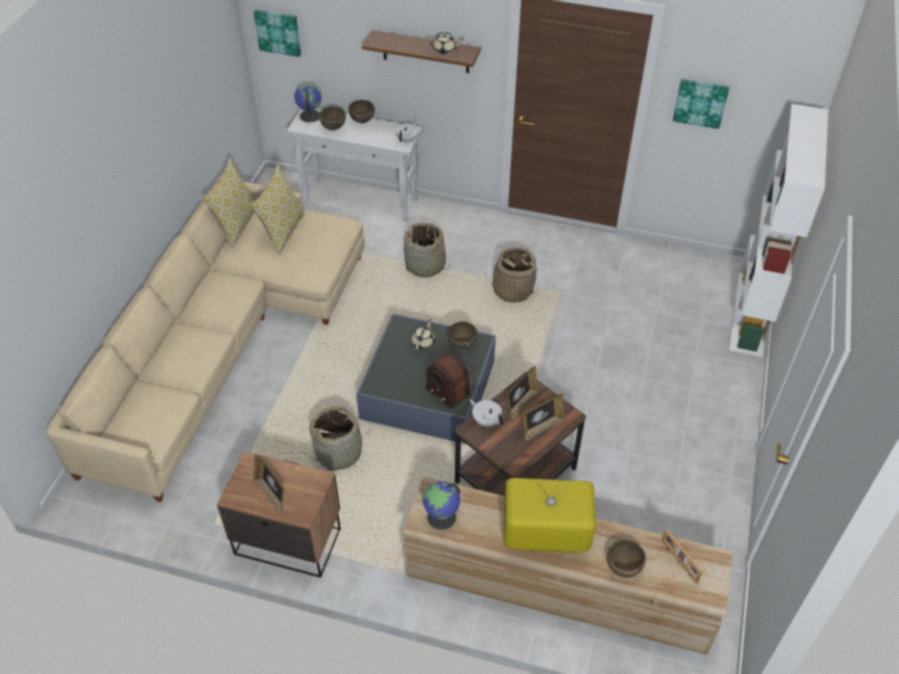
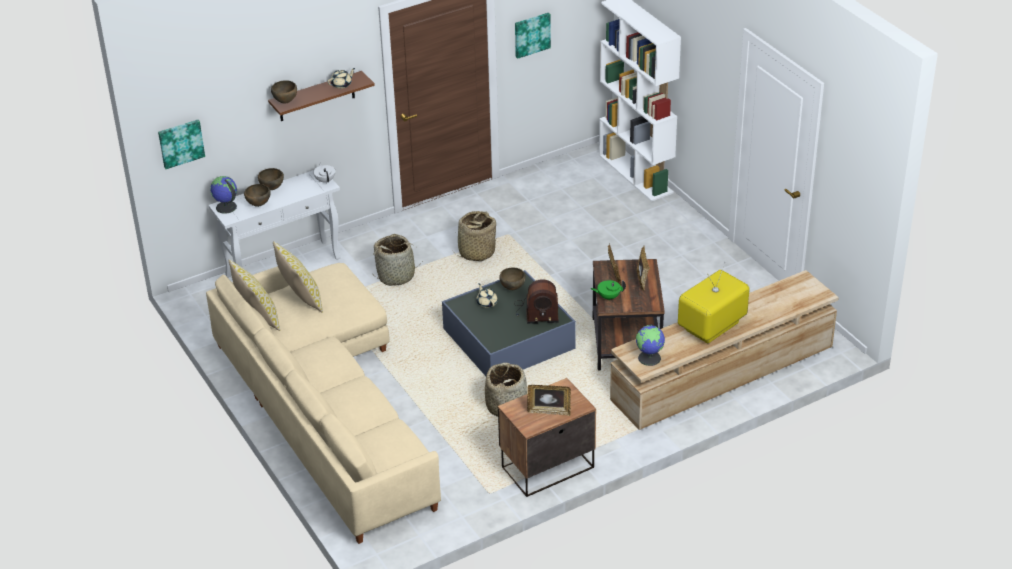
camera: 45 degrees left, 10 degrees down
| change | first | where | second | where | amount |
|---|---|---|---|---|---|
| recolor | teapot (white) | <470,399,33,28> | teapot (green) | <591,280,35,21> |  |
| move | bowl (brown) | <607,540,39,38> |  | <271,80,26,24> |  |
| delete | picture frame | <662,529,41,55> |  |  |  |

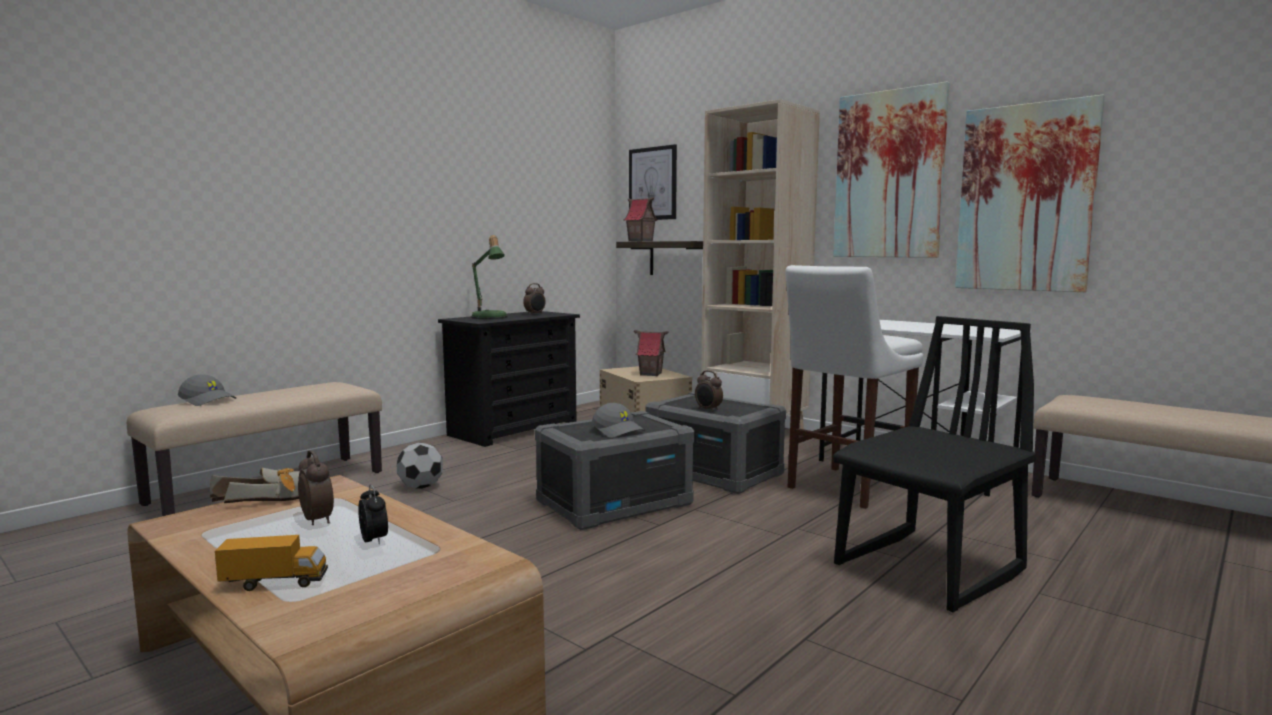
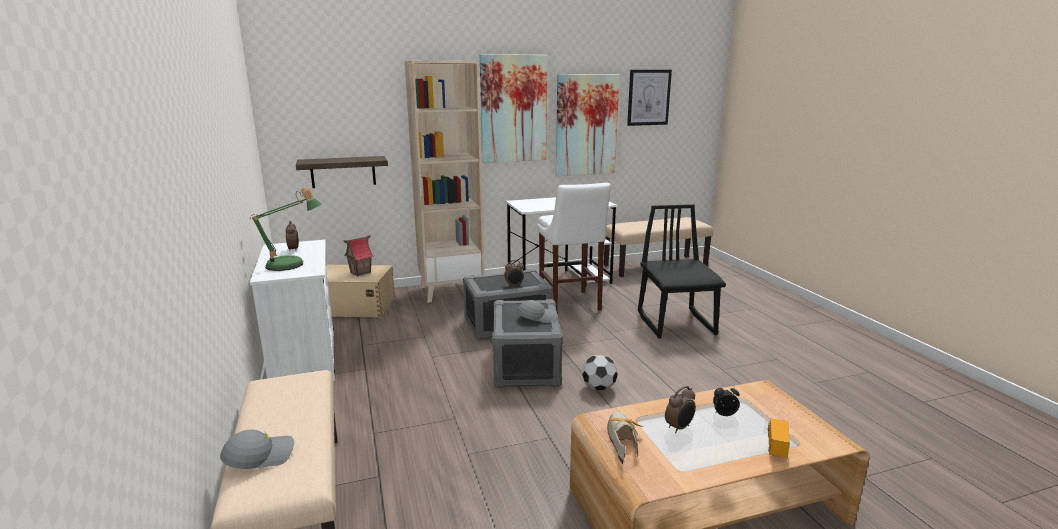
camera: 60 degrees left, 10 degrees up
| change | first | where | second | where | amount |
|---|---|---|---|---|---|
| rotate | alarm clock | <298,450,36,75> |  | <665,386,31,47> | 150 degrees clockwise |
| move | football | <396,442,47,47> |  | <582,355,36,36> |  |
| recolor | dresser (black) | <438,311,142,136> | dresser (white) | <250,240,85,141> |  |
| delete | toy house | <624,197,34,45> |  |  |  |
| move | picture | <629,144,48,76> |  | <627,70,45,56> |  |

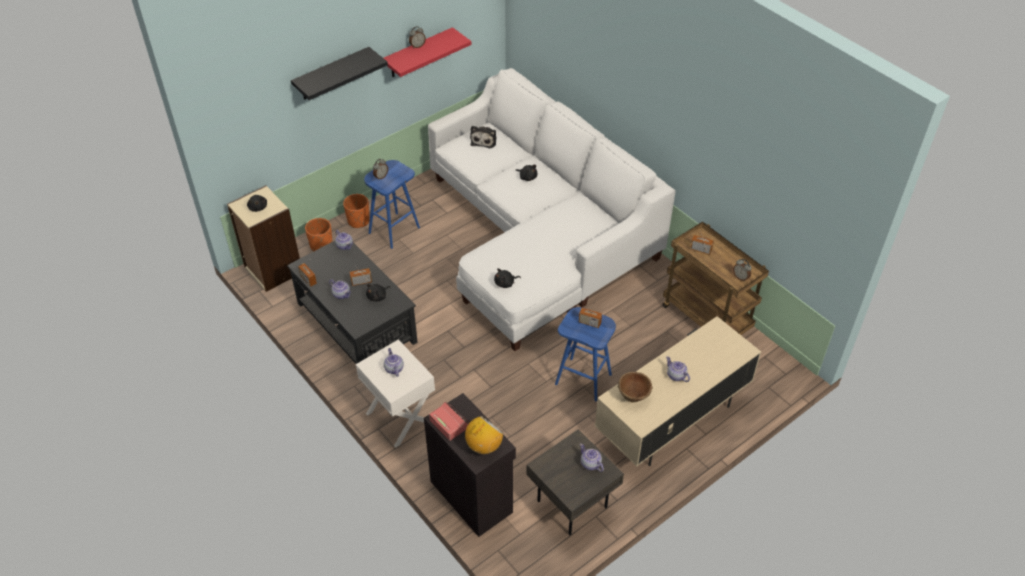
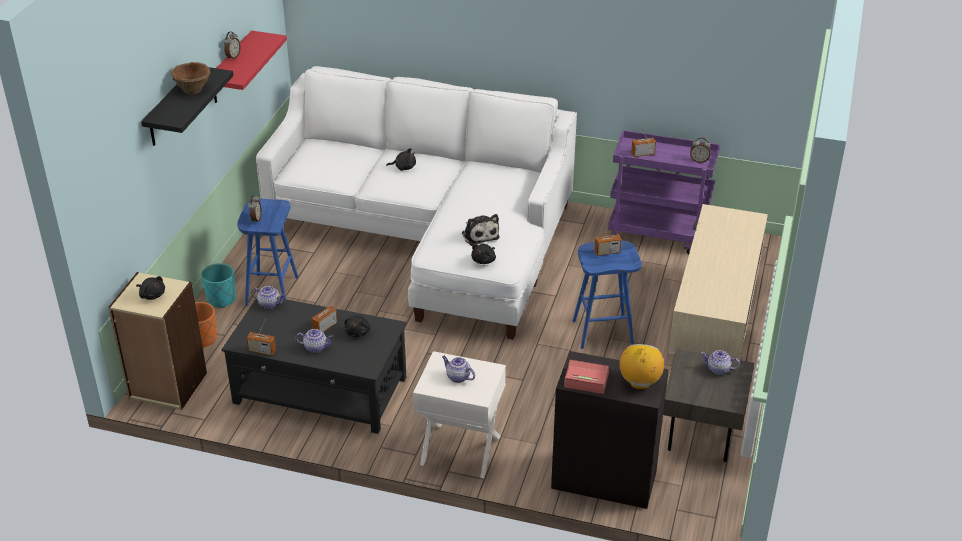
camera: 35 degrees left, 10 degrees down
| change | first | where | second | where | amount |
|---|---|---|---|---|---|
| recolor | planter (orange) | <343,194,27,34> | planter (turquoise) | <201,263,35,45> |  |
| move | plush toy | <470,126,26,23> |  | <462,214,37,32> |  |
| move | bowl (brown) | <617,372,36,31> |  | <171,62,39,32> |  |
| recolor | cart (brown) | <662,222,107,113> | cart (purple) | <608,130,112,124> |  |
| delete | teapot | <666,356,24,26> |  |  |  |

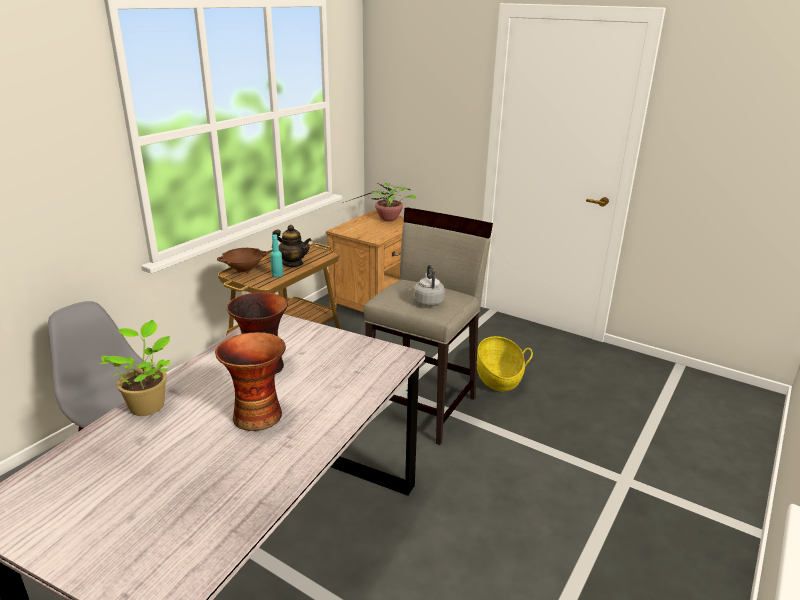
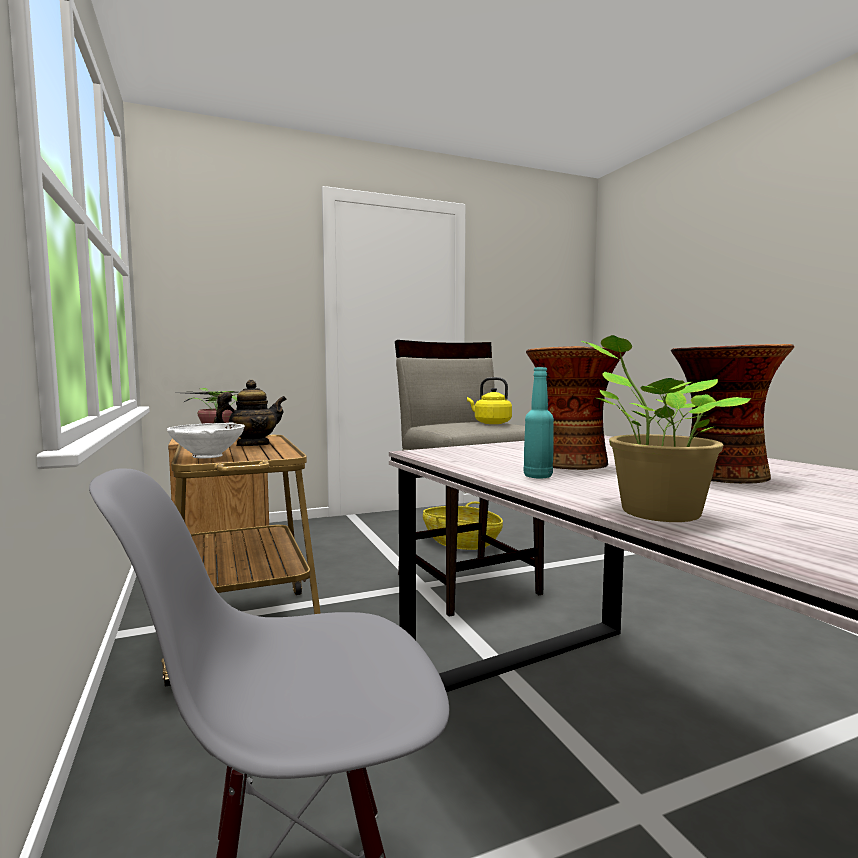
camera: 55 degrees left, 20 degrees down
| change | first | where | second | where | amount |
|---|---|---|---|---|---|
| recolor | bowl (brown) | <217,248,51,25> | bowl (white) | <167,423,78,35> |  |
| move | bottle (turquoise) | <270,234,13,44> |  | <524,367,30,112> |  |
| recolor | kettle (grey) | <413,265,32,41> | kettle (yellow) | <467,377,45,47> |  |

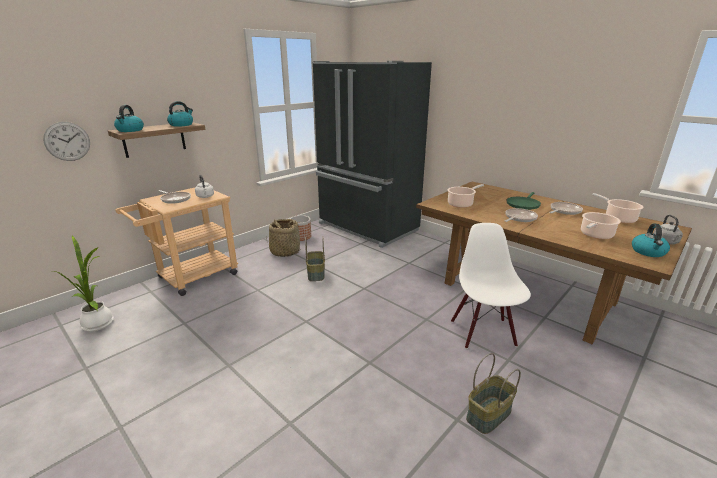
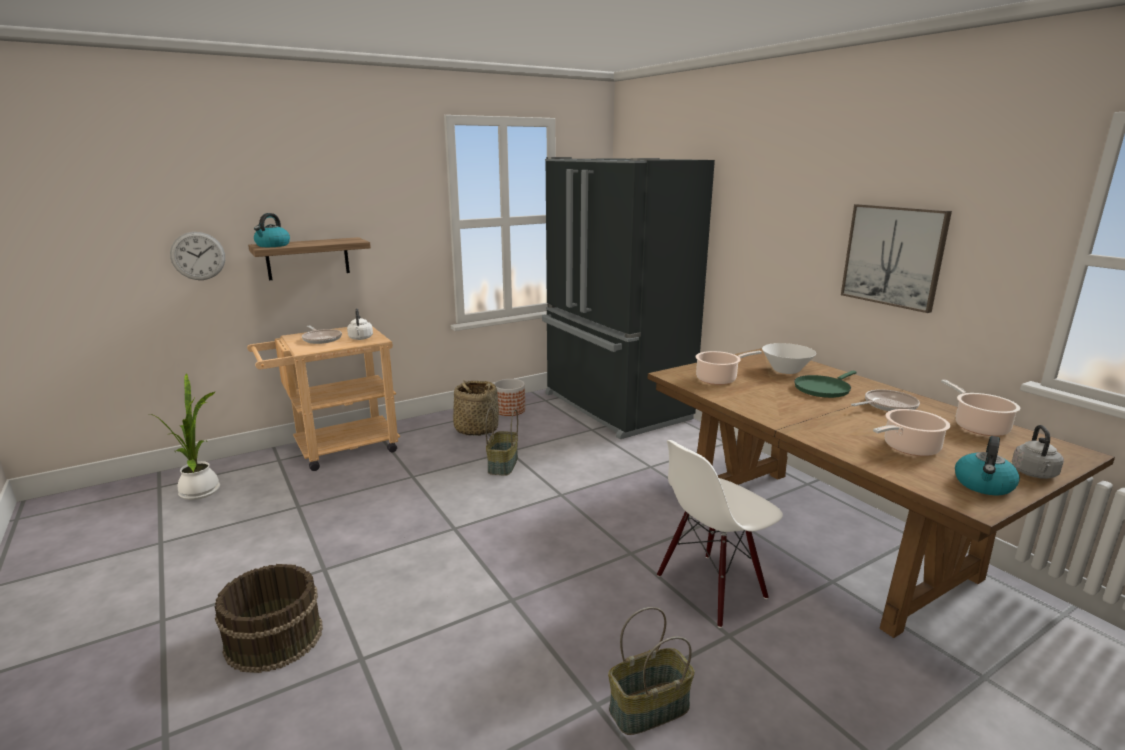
camera: 15 degrees right, 5 degrees down
| change | first | where | second | where | amount |
|---|---|---|---|---|---|
| delete | kettle | <167,101,26,26> |  |  |  |
| rotate | chair (white) | <451,223,80,126> |  | <657,440,126,188> | 135 degrees counterclockwise |
| delete | frying pan | <505,208,33,14> |  |  |  |
| insert |  |  | bucket (brown) | <214,564,109,109> |  |
| insert |  |  | bowl (white) | <762,343,54,31> |  |
| insert |  |  | picture | <841,204,111,109> |  |

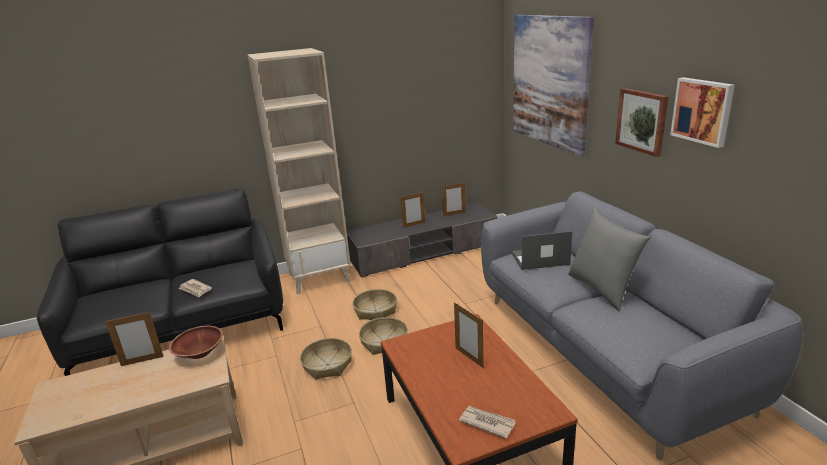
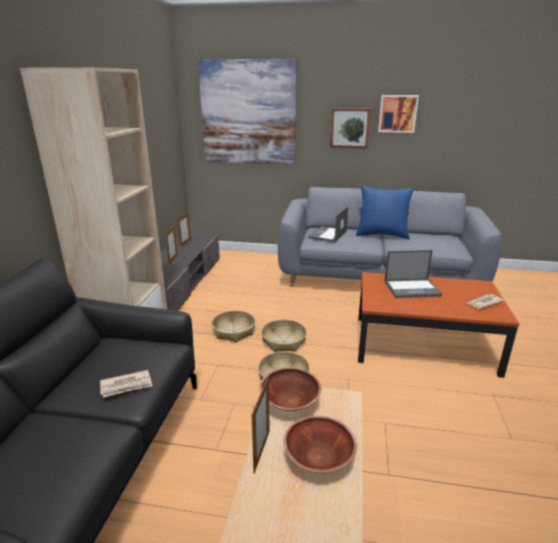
camera: 60 degrees left, 0 degrees up
| change | first | where | second | where | amount |
|---|---|---|---|---|---|
| replace | picture frame | <454,302,29,66> | laptop | <384,250,58,48> |  |
| recolor | pillow (grey) | <568,208,83,104> | pillow (blue) | <356,185,58,54> |  |
| insert |  |  | bowl (brown) | <284,416,73,57> |  |

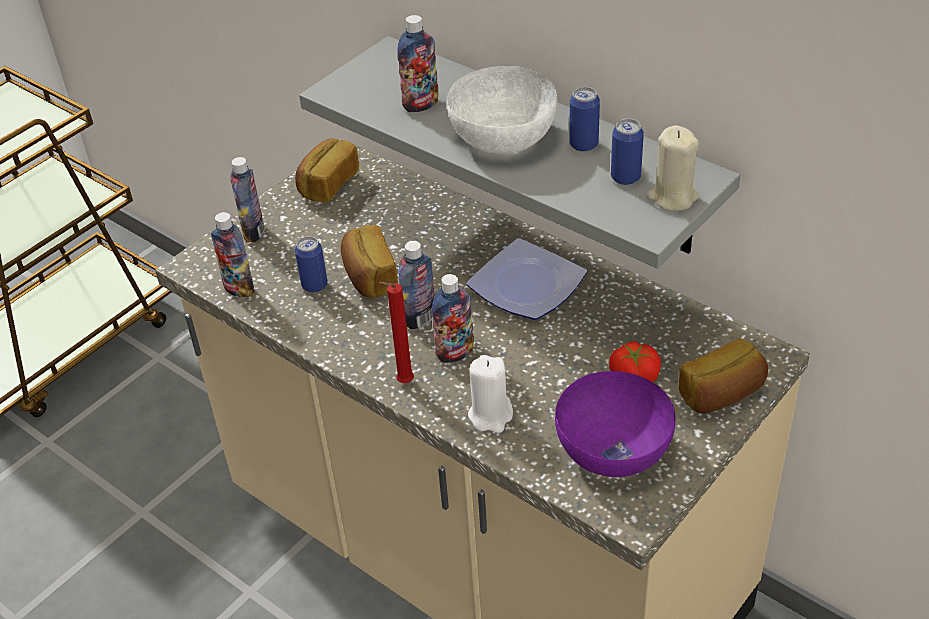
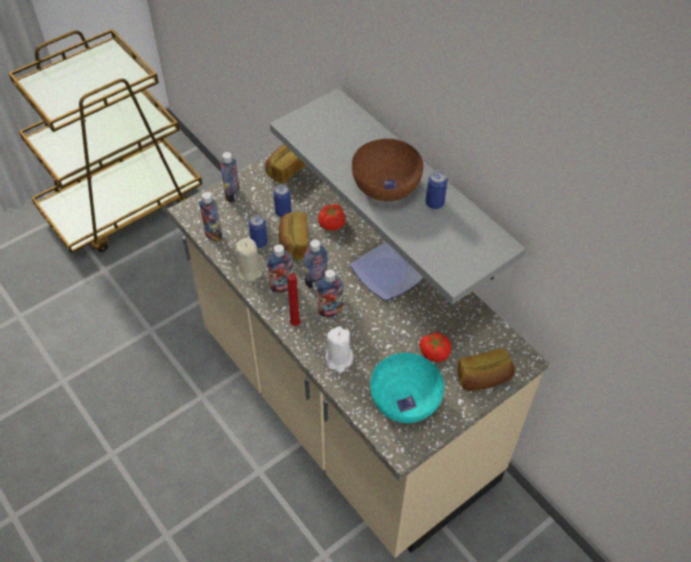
camera: 10 degrees right, 10 degrees up
| change | first | where | second | where | amount |
|---|---|---|---|---|---|
| move | bottle | <397,15,41,98> |  | <267,244,27,49> |  |
| recolor | bowl (white) | <447,66,111,88> | bowl (brown) | <352,139,71,62> |  |
| recolor | bowl (purple) | <555,371,120,106> | bowl (turquoise) | <370,353,74,70> |  |
| move | can | <611,119,33,66> |  | <273,184,18,33> |  |
| move | candle (beige) | <646,125,54,86> |  | <235,238,28,44> |  |
| insert |  |  | tomato | <318,204,27,27> |  |

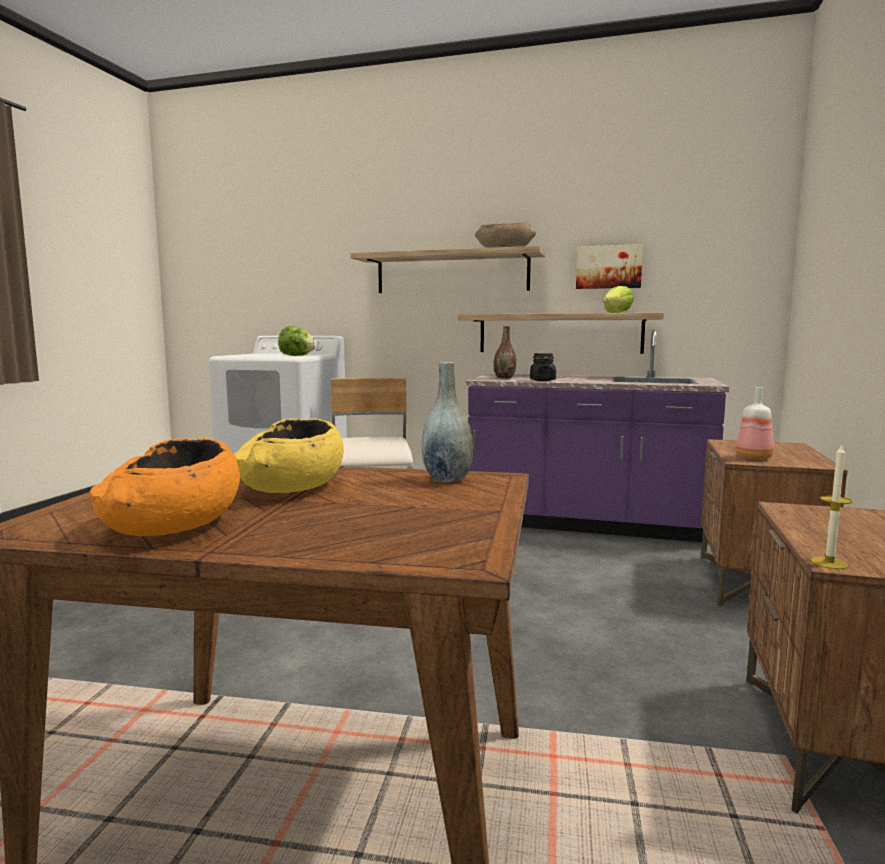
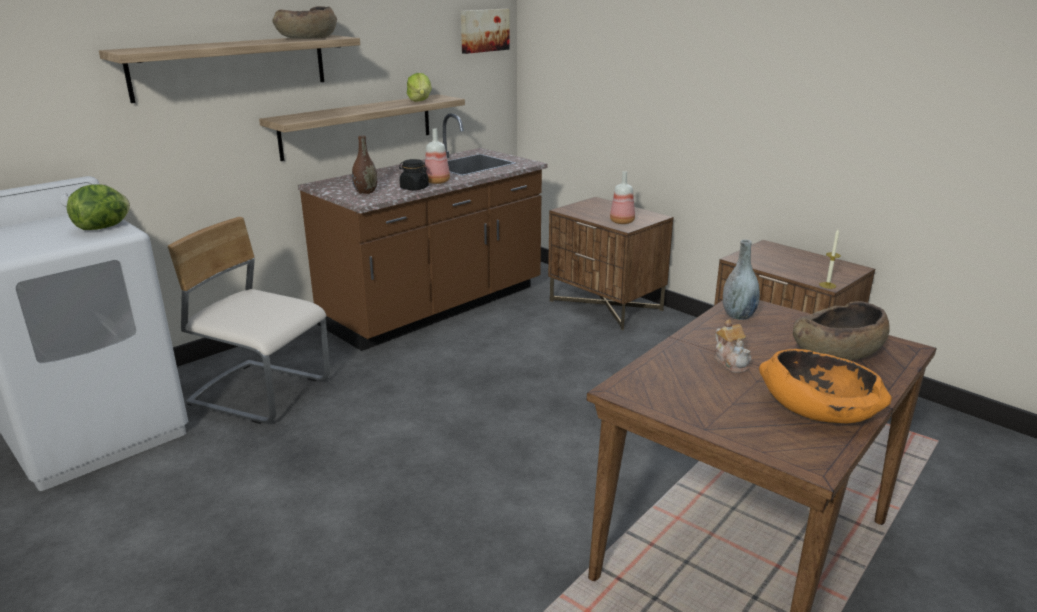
camera: 60 degrees left, 15 degrees up
| change | first | where | second | where | amount |
|---|---|---|---|---|---|
| replace | bowl (yellow) | <234,418,110,75> | teapot | <714,319,37,54> |  |
| recolor | counter (purple) | <465,329,264,214> | counter (brown) | <298,113,250,238> |  |
| move | picture | <576,244,67,45> |  | <461,9,49,45> |  |
| insert |  |  | bottle | <425,128,25,56> |  |
| insert |  |  | bowl (brown) | <793,301,97,59> |  |

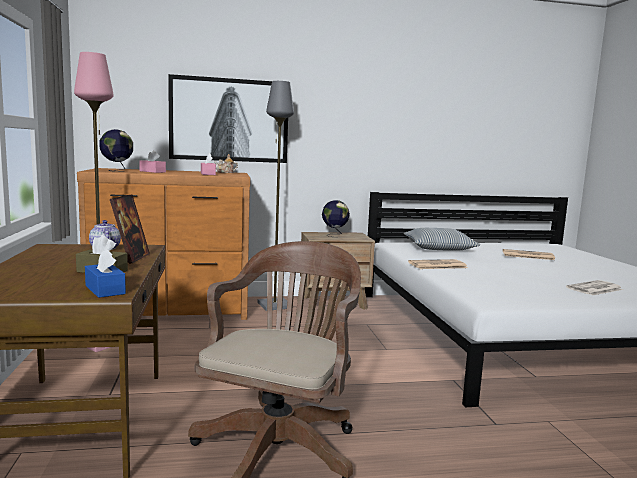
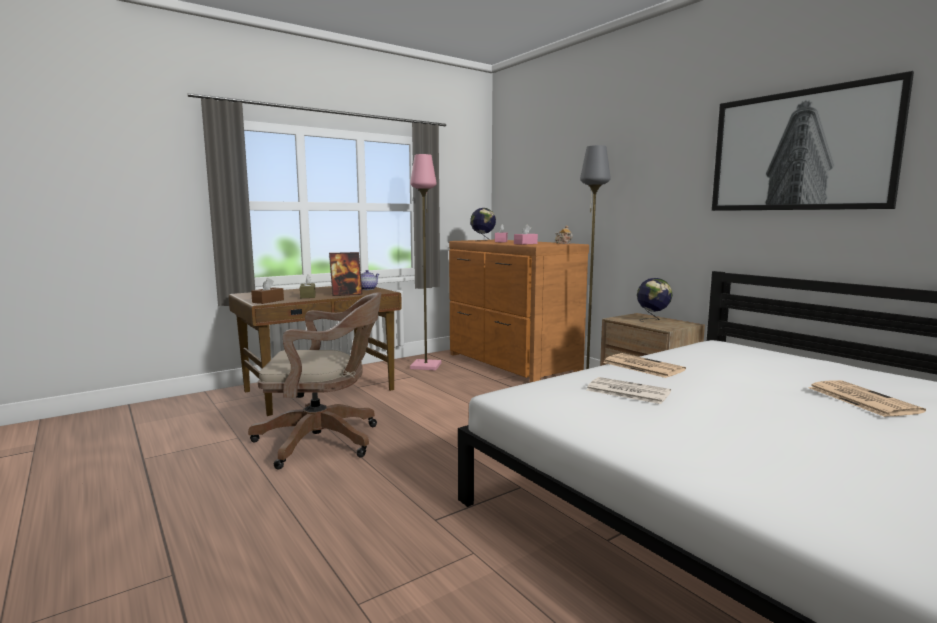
camera: 65 degrees right, 0 degrees up
| change | first | where | second | where | amount |
|---|---|---|---|---|---|
| recolor | tissue box (blue) | <85,249,41,49> | tissue box (brown) | <251,278,33,26> |  |
| move | picture | <168,74,120,89> |  | <712,71,202,140> |  |
| delete | pillow | <404,228,76,23> |  |  |  |
| move | newspaper | <566,280,57,15> |  | <587,377,84,27> |  |

